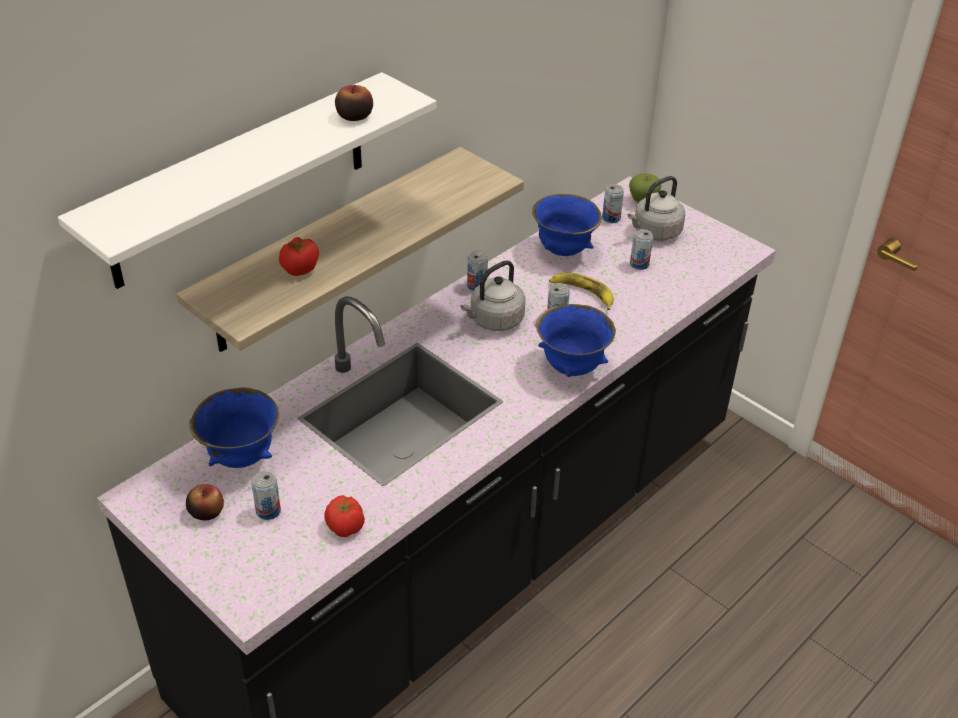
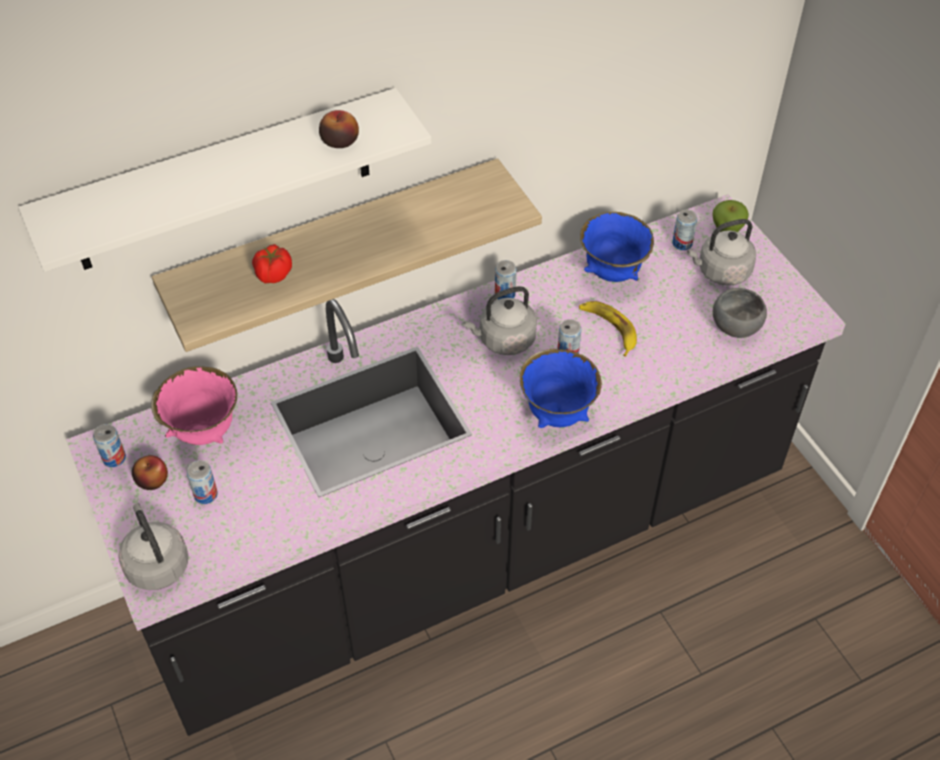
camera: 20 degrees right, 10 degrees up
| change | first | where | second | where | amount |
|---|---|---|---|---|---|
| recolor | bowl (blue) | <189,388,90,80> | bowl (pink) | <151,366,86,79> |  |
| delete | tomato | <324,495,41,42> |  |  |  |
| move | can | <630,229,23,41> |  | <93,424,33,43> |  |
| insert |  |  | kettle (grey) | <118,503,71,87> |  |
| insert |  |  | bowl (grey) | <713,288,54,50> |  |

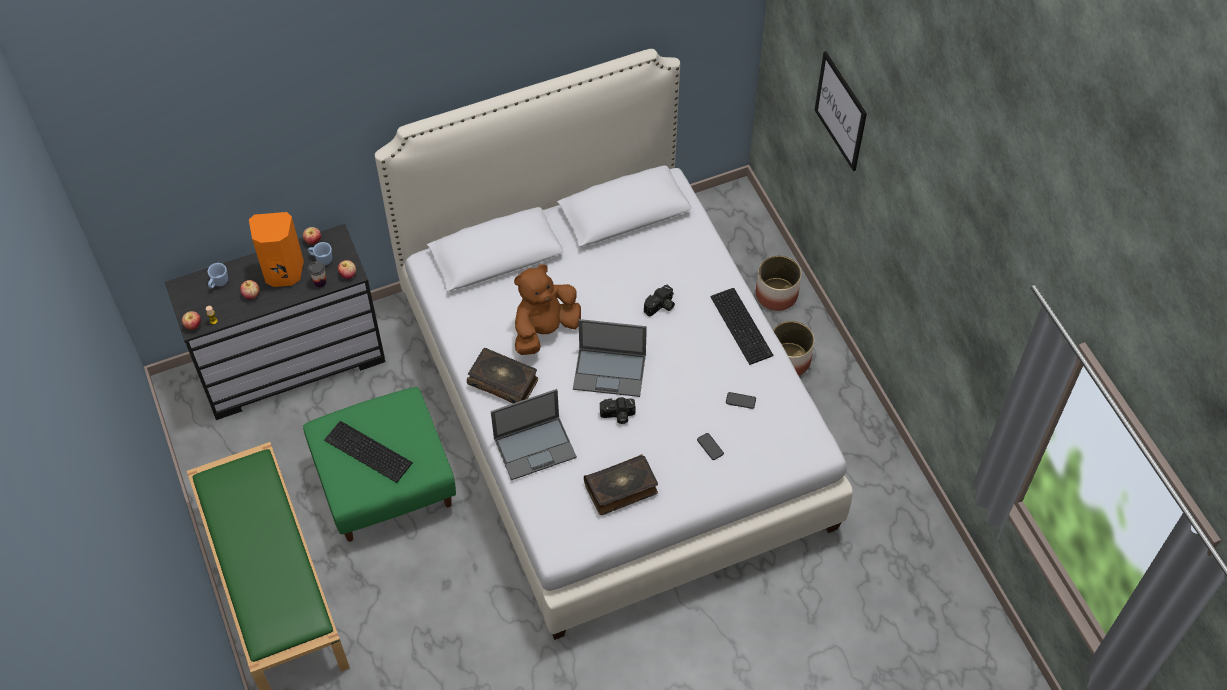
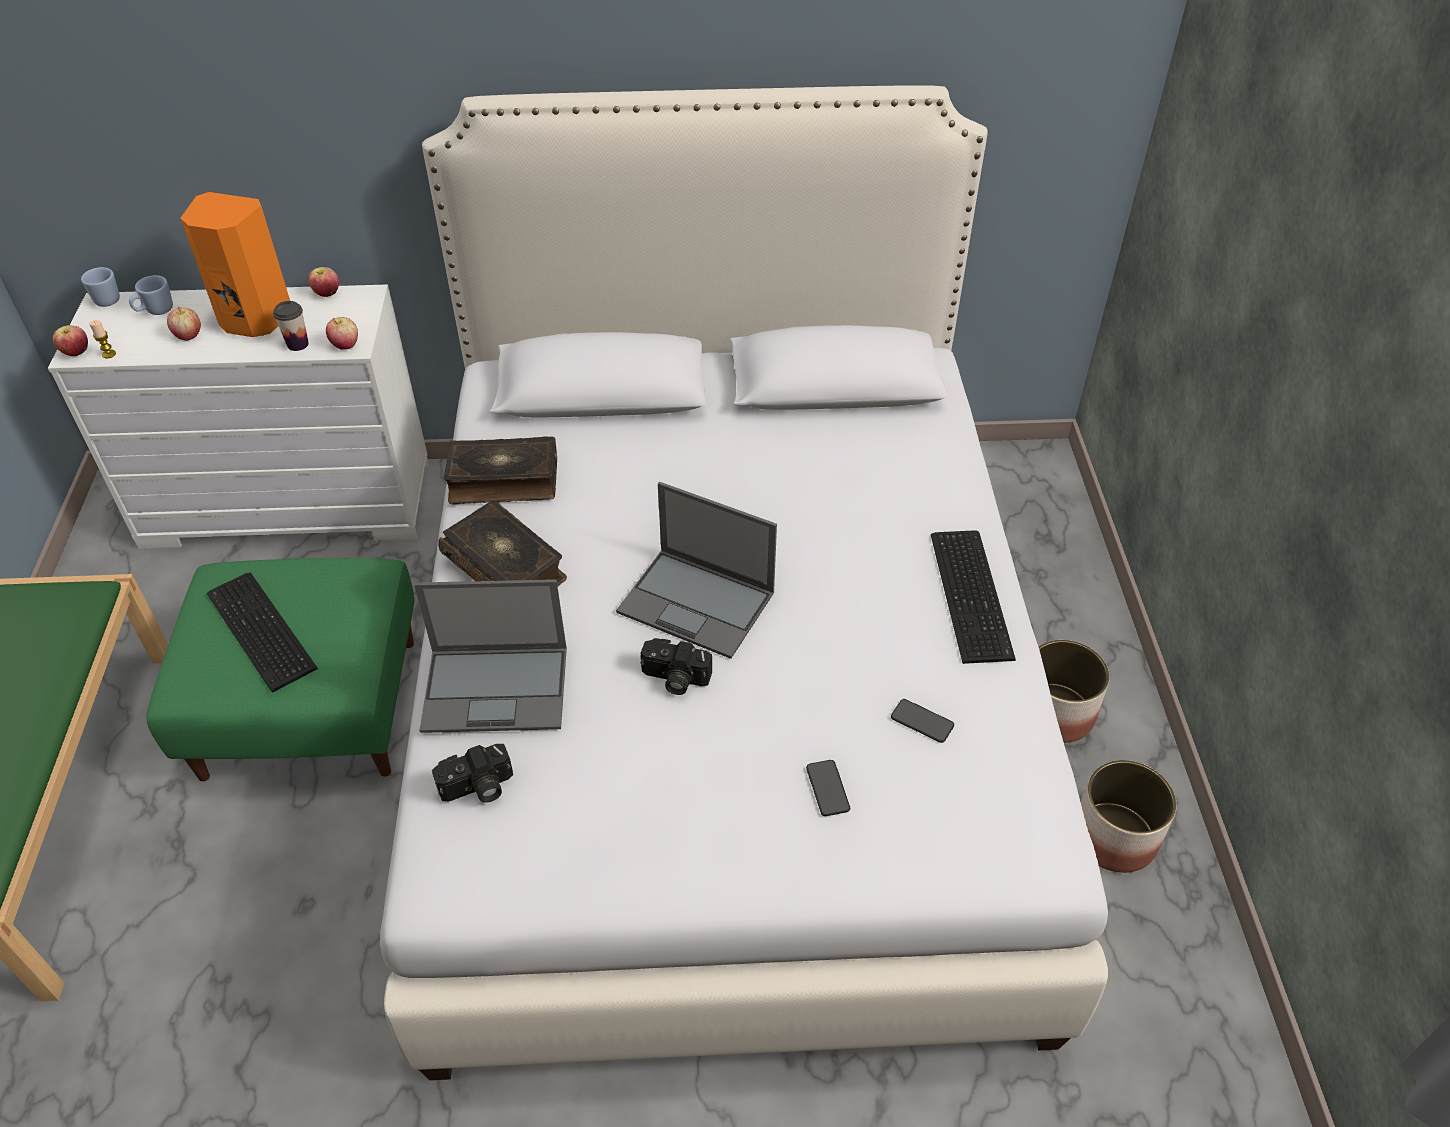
camera: 20 degrees right, 10 degrees down
| change | first | where | second | where | amount |
|---|---|---|---|---|---|
| recolor | dresser (black) | <165,224,220,196> | dresser (white) | <48,285,381,264> |  |
| move | mug (blue) | <308,242,24,24> |  | <81,267,39,40> |  |
| delete | plush toy (brown) | <514,264,67,91> |  |  |  |
| move | book | <584,454,74,61> |  | <444,437,113,67> |  |
| move | photo camera | <644,285,31,31> |  | <432,744,81,59> |  |
| move | planter | <756,255,45,56> |  | <1080,760,97,113> |  |
| delete | picture | <815,51,52,120> |  |  |  |

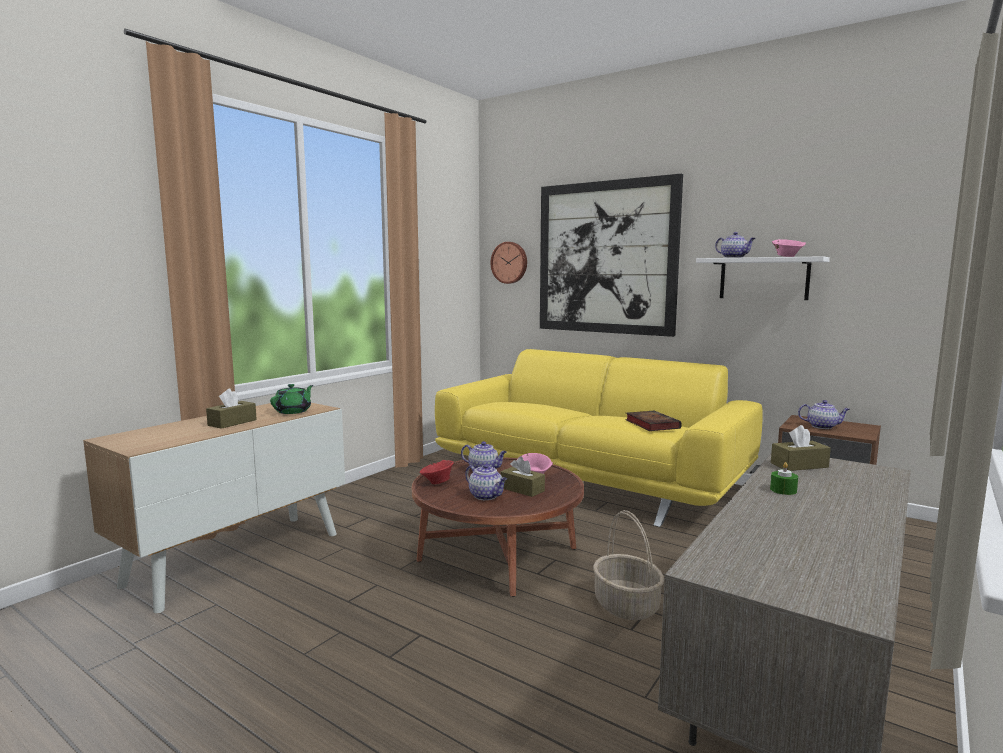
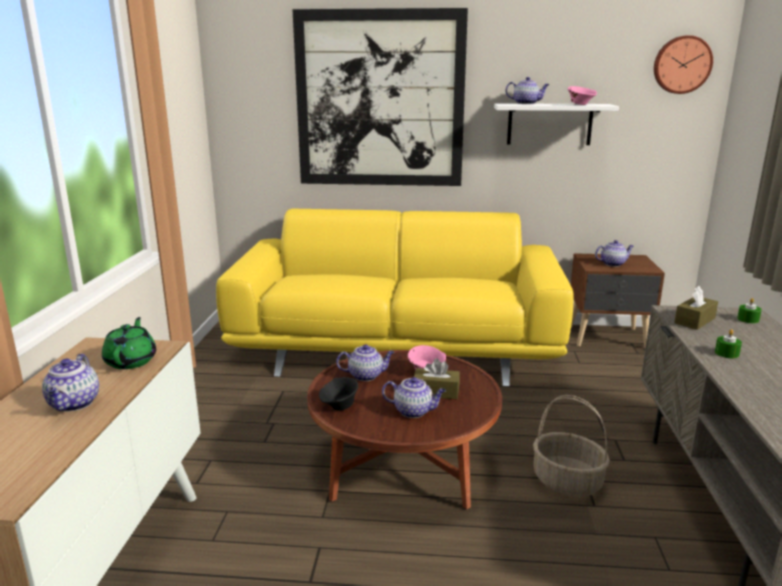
camera: 30 degrees left, 10 degrees up
| change | first | where | second | where | amount |
|---|---|---|---|---|---|
| replace | tissue box (brown) | <206,388,51,41> | teapot | <42,354,57,58> |  |
| recolor | bowl (red) | <420,460,34,24> | bowl (black) | <319,377,39,34> |  |
| move | wall clock | <490,242,37,42> |  | <654,35,59,59> |  |
| delete | book | <625,410,57,21> |  |  |  |
| insert |  |  | candle (green) | <737,298,25,26> |  |

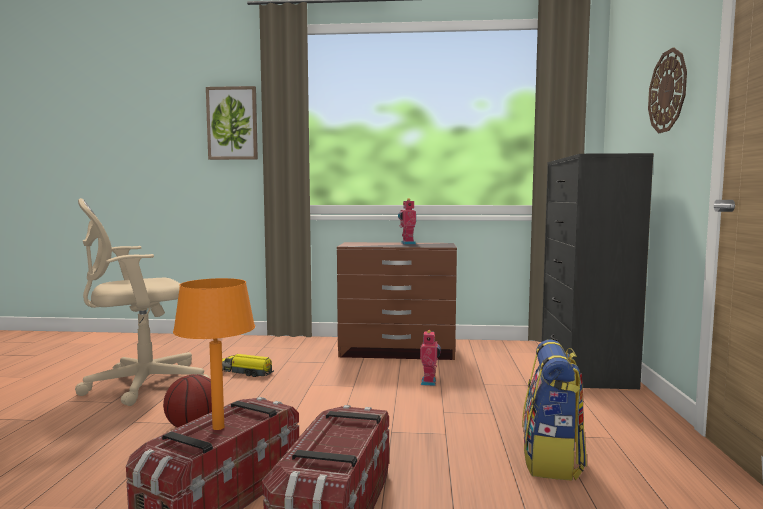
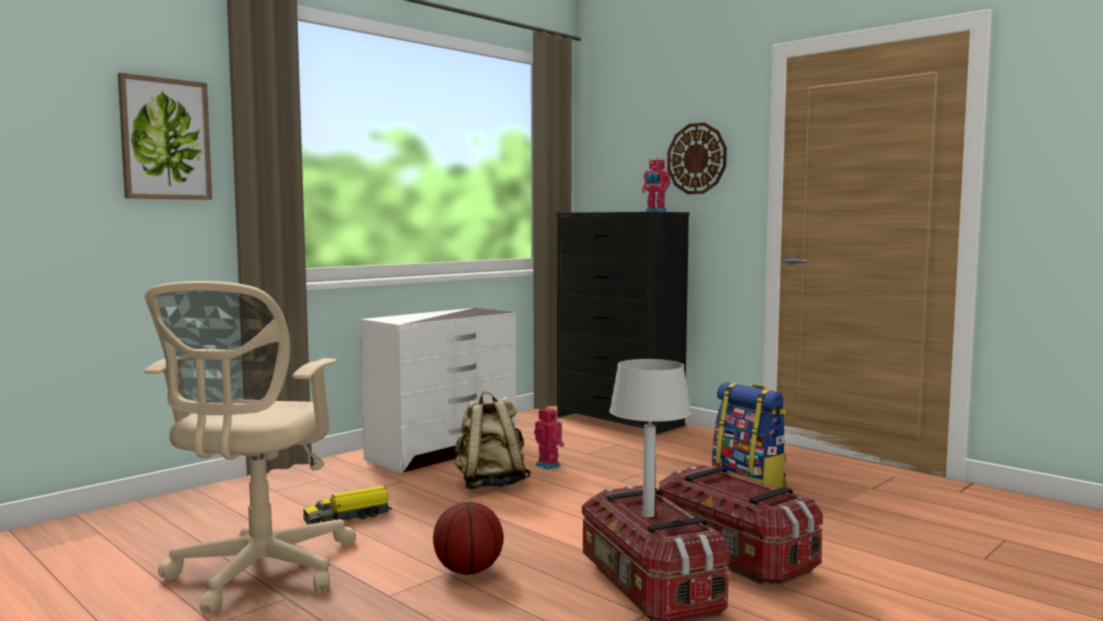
camera: 50 degrees left, 0 degrees up
| change | first | where | second | where | amount |
|---|---|---|---|---|---|
| recolor | table lamp (orange) | <173,278,82,152> | table lamp (grey) | <609,359,82,158> |  |
| recolor | dresser (brown) | <337,242,120,118> | dresser (white) | <360,308,156,165> |  |
| move | toy robot | <398,198,18,47> |  | <642,157,29,55> |  |
| insert |  |  | backpack (beige) | <455,392,76,97> |  |

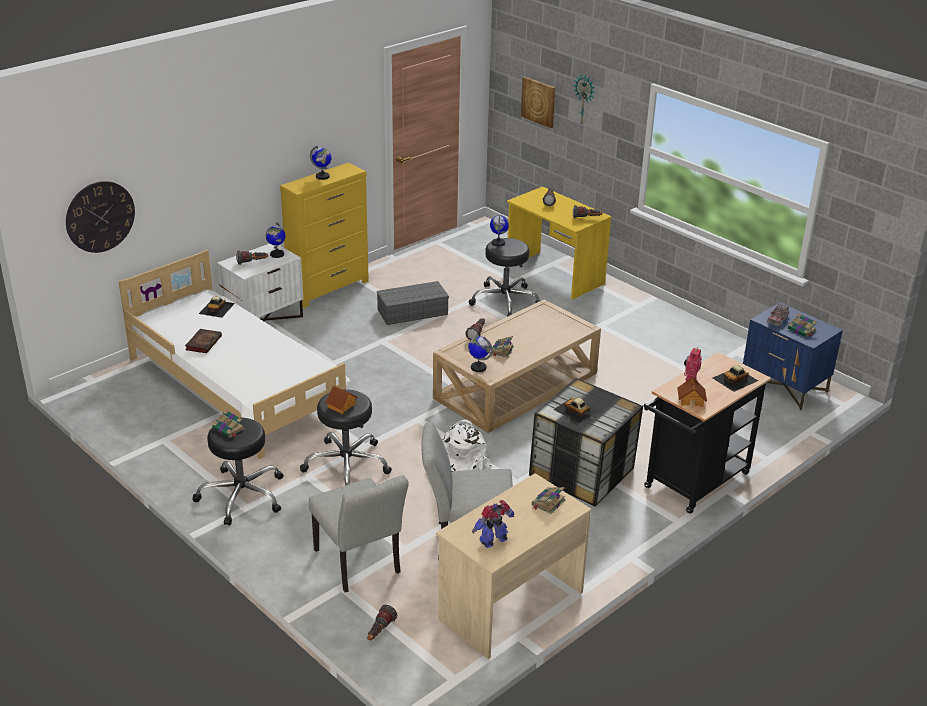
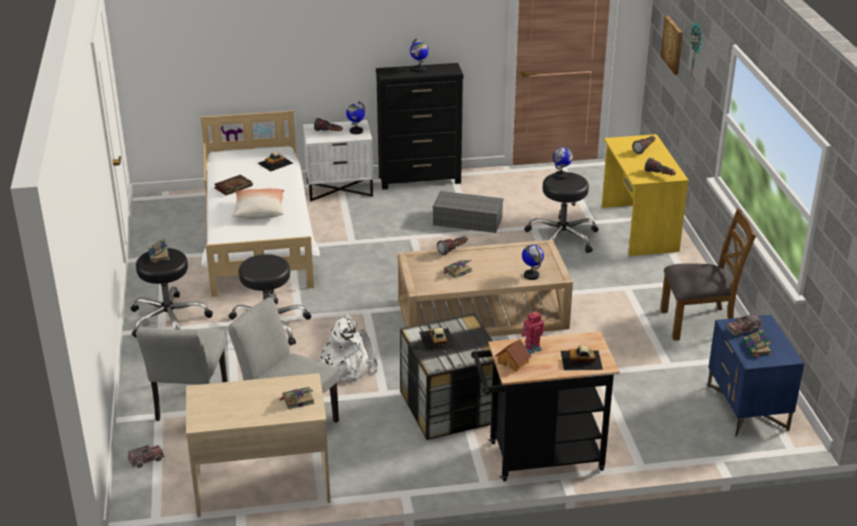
camera: 35 degrees right, 0 degrees up
| change | first | where | second | where | amount |
|---|---|---|---|---|---|
| delete | wall clock | <66,181,69,72> |  |  |  |
| recolor | dresser (yellow) | <280,163,89,145> | dresser (black) | <376,63,87,127> |  |
| delete | toy house | <325,386,33,28> |  |  |  |
| replace | flashlight | <367,605,30,35> | toy truck | <127,445,37,23> |  |
| move | globe | <468,336,25,36> |  | <522,244,22,36> |  |
| delete | toy robot | <472,500,43,48> |  |  |  |
| insert |  |  | pillow | <232,189,52,30> |  |
| insert |  |  | chair (brown) | <660,209,96,132> |  |

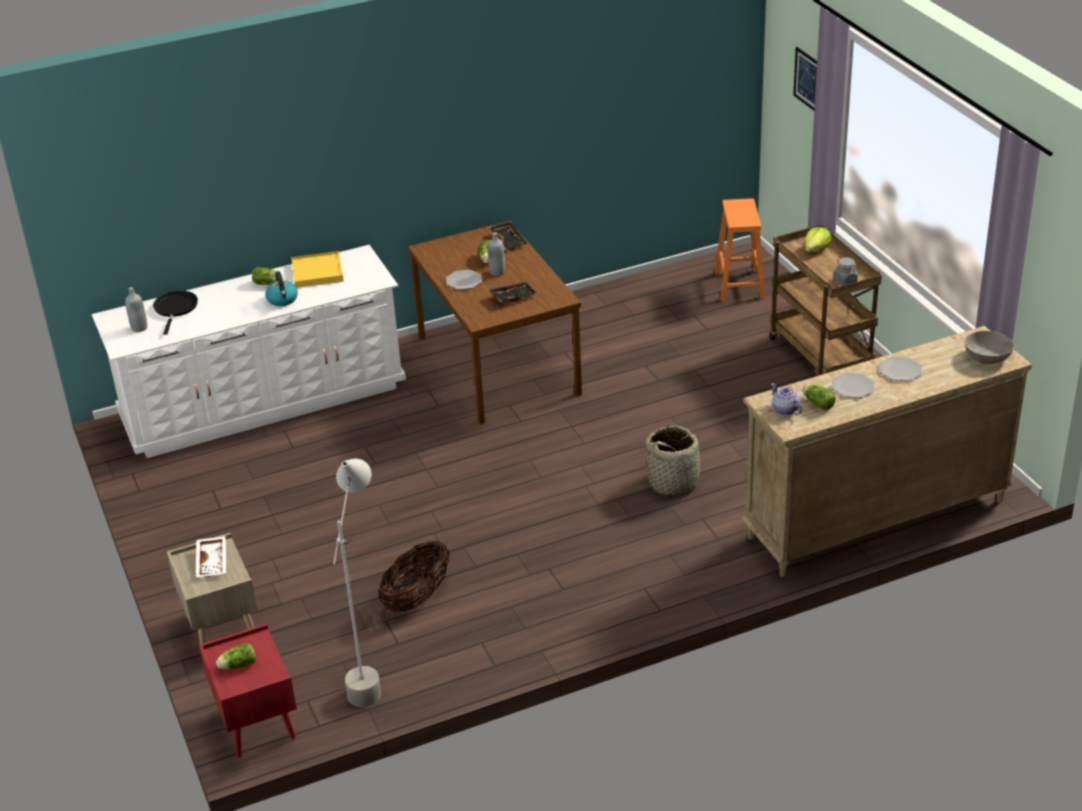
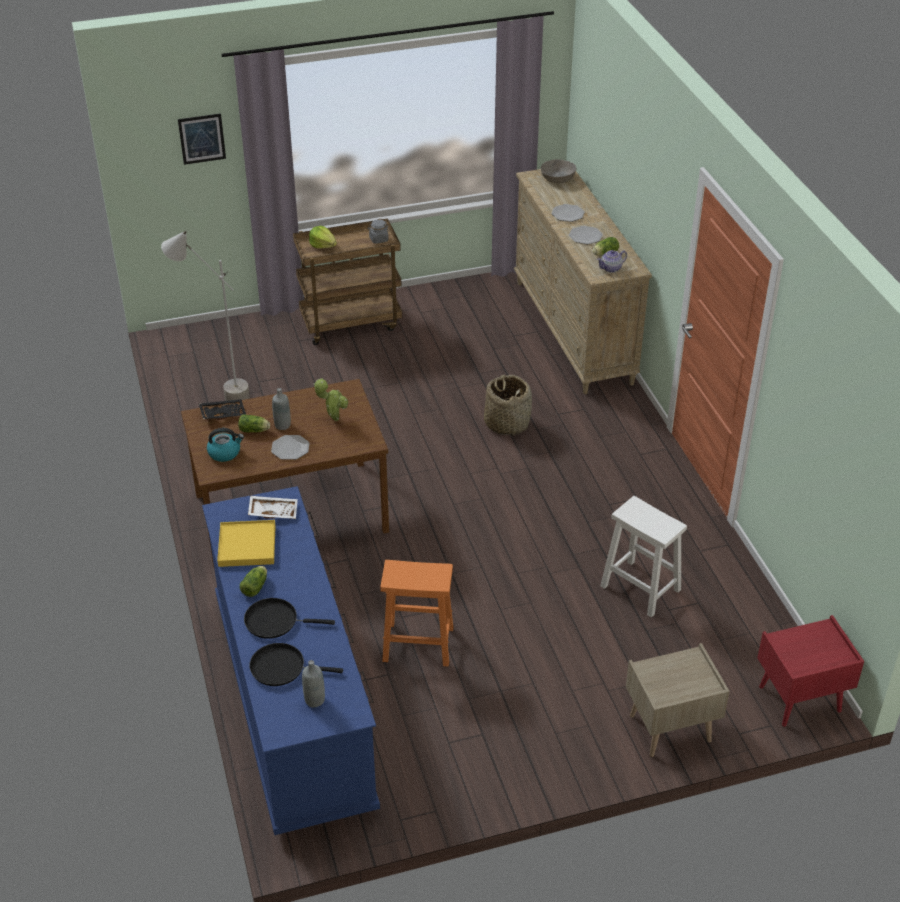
camera: 85 degrees left, 5 degrees up
| change | first | where | second | where | amount |
|---|---|---|---|---|---|
| recolor | dresser (white) | <92,245,314,213> | dresser (blue) | <202,486,178,349> |  |
| move | tray (white) | <196,536,30,41> |  | <248,496,50,23> |  |
| delete | lettuce | <216,643,40,26> |  |  |  |
| move | kettle | <265,271,33,35> |  | <207,428,37,34> |  |
| move | floor lamp (grey) | <333,459,48,248> |  | <161,231,89,170> |  |
| replace | basket | <378,541,72,71> | stool (white) | <600,496,87,122> |  |
| replace | tray (black) | <488,282,50,20> | potted plant | <313,378,35,43> |  |
| move | stool (orange) | <715,198,50,103> |  | <380,560,73,107> |  |
| insert |  |  | frying pan (black) | <244,598,91,41> |  |

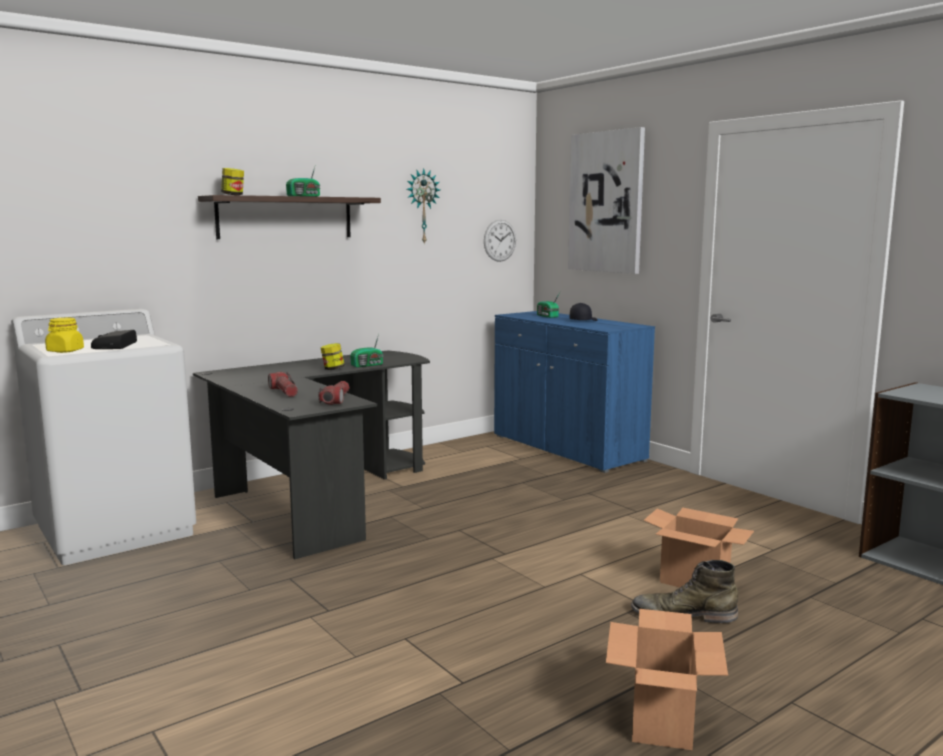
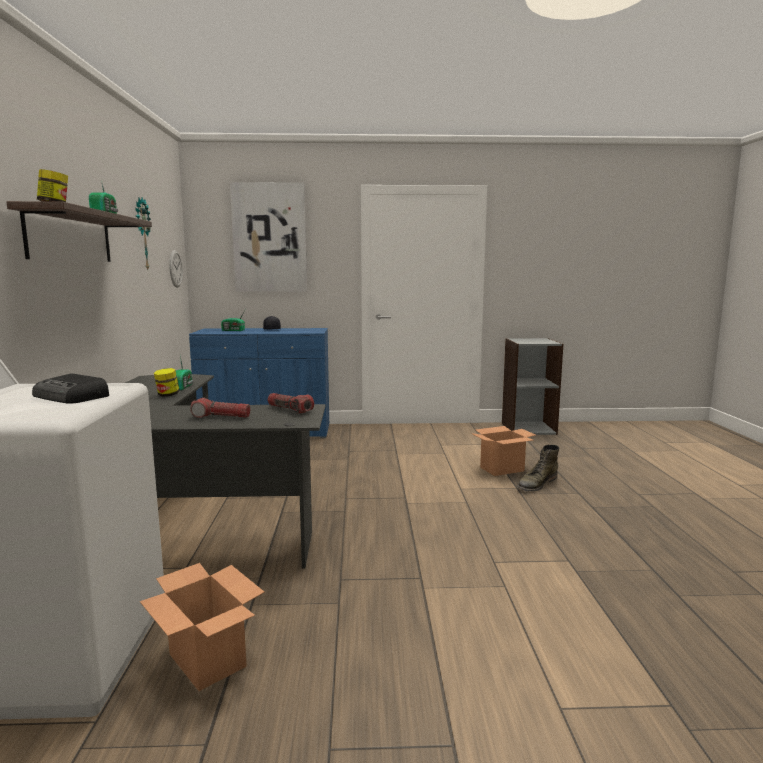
camera: 55 degrees left, 0 degrees up
| change | first | where | second | where | amount |
|---|---|---|---|---|---|
| delete | jar (yellow) | <45,318,39,35> |  |  |  |
| move | cardboard box | <606,609,122,141> |  | <140,563,124,128> |  |

